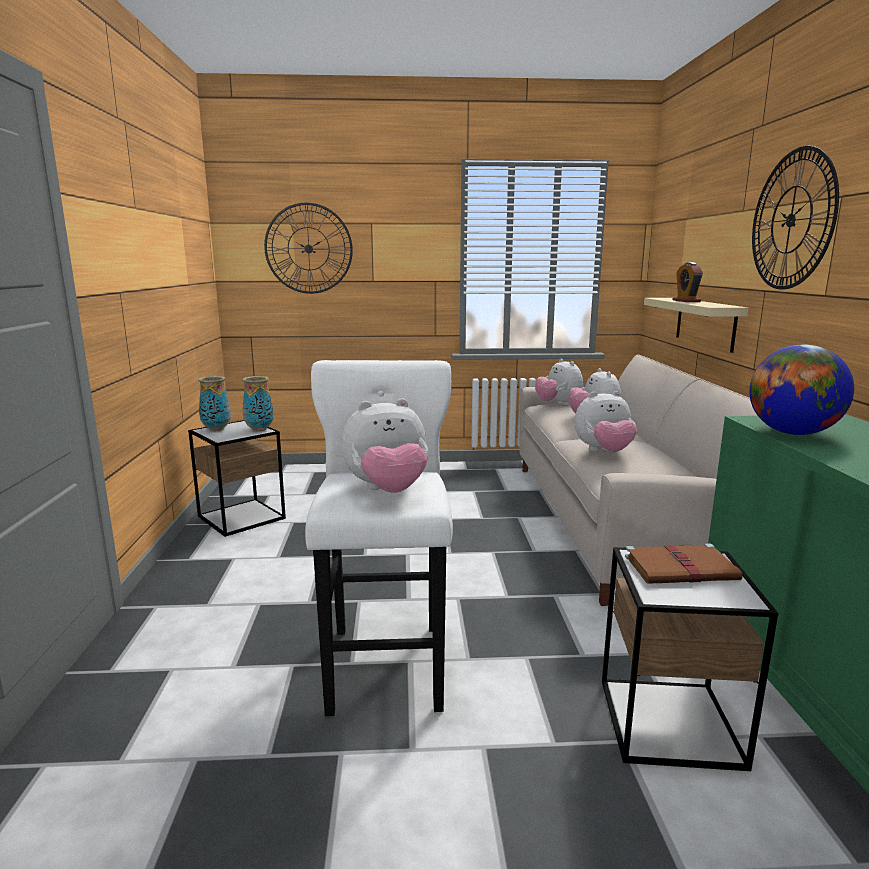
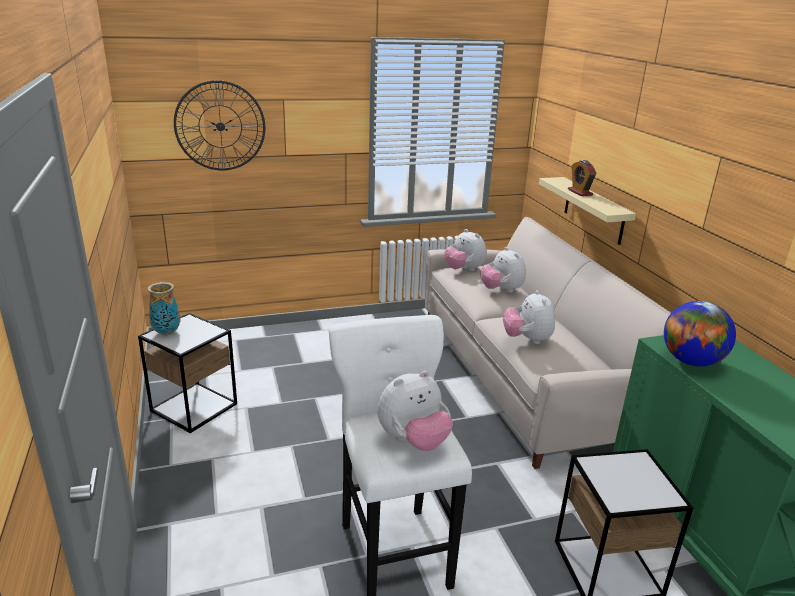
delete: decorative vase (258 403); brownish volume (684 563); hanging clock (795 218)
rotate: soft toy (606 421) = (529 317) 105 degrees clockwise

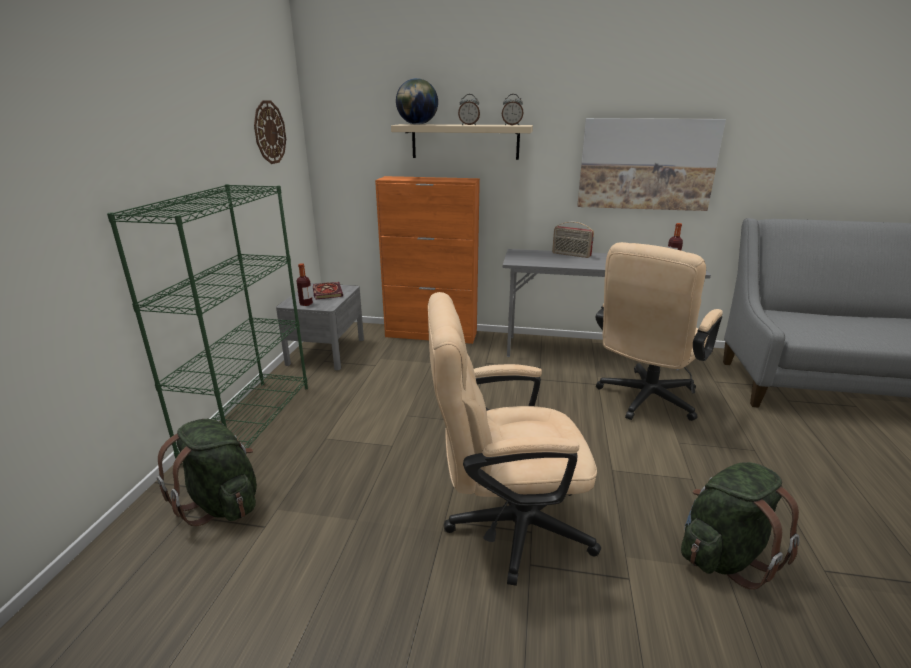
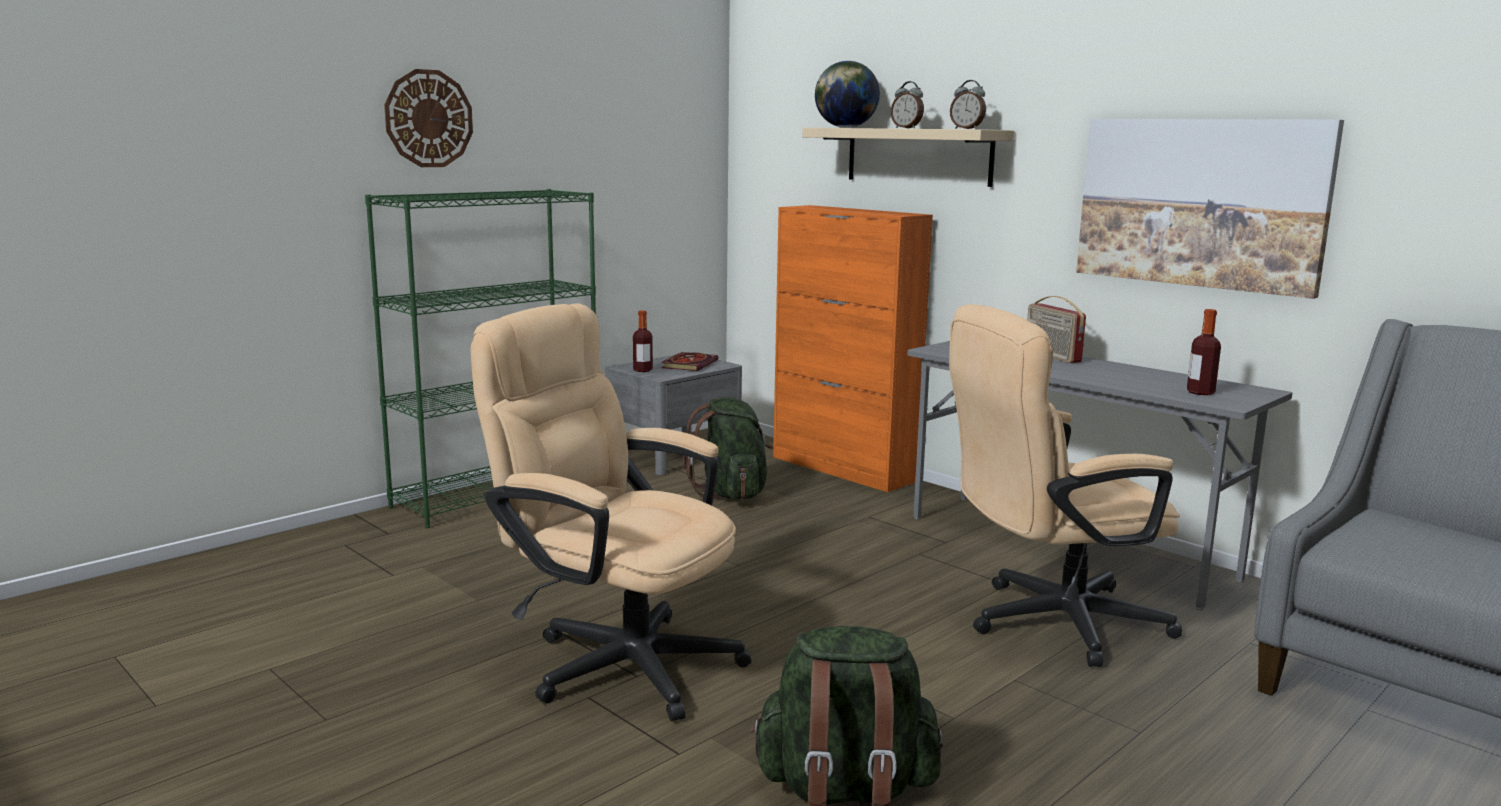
move: hanging clock (270 132) to (428 118); green-coloured knapsack (207 473) to (728 449)

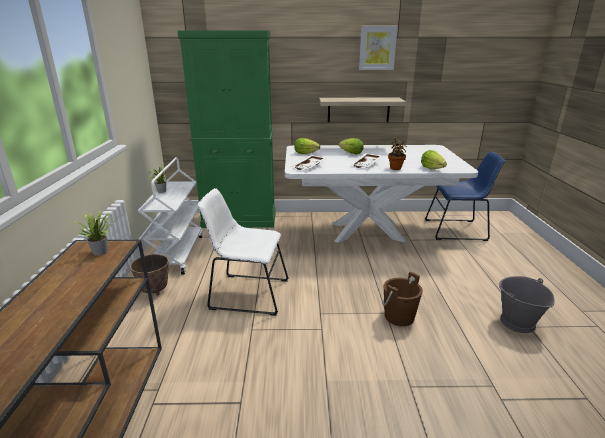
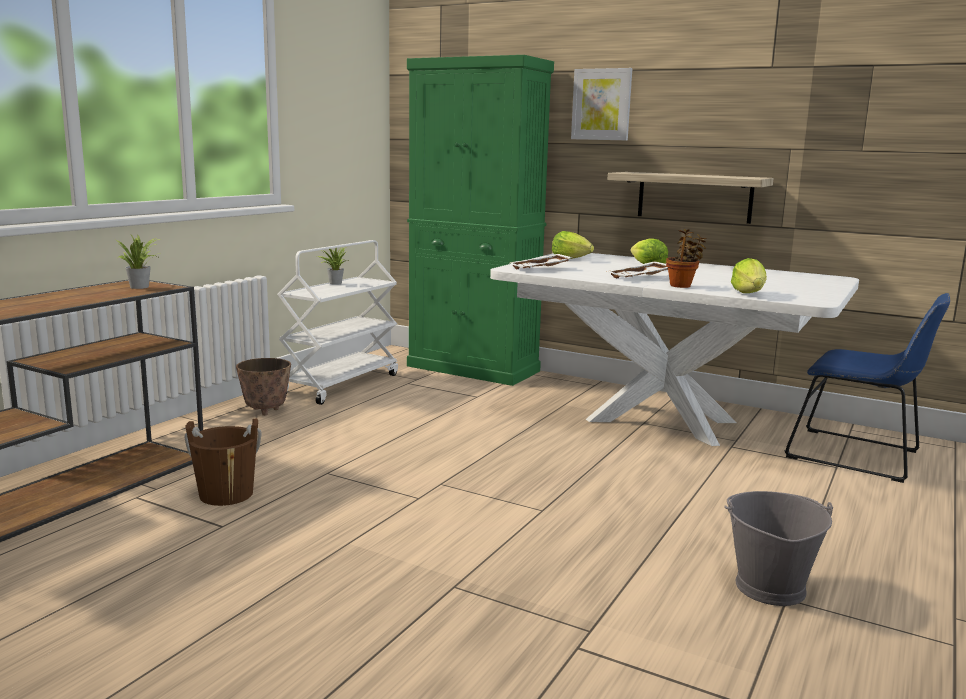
delete: whitish chair (243 252)
move: brownish pail (402 299) to (223 462); wall art (378 48) to (601 104)

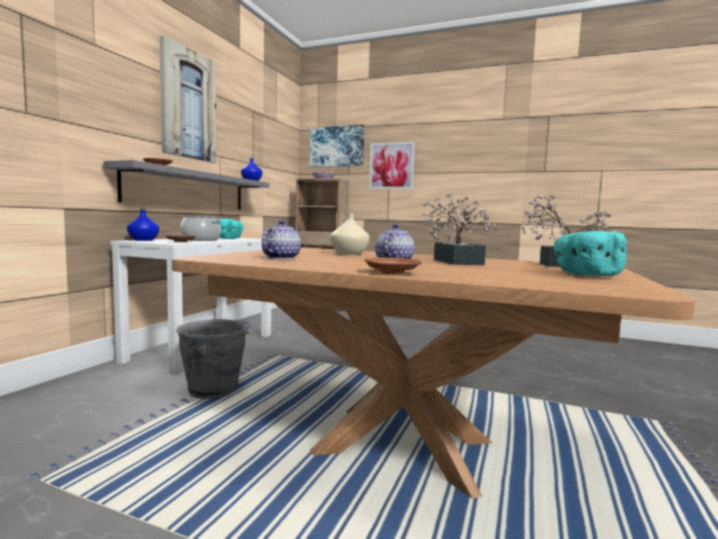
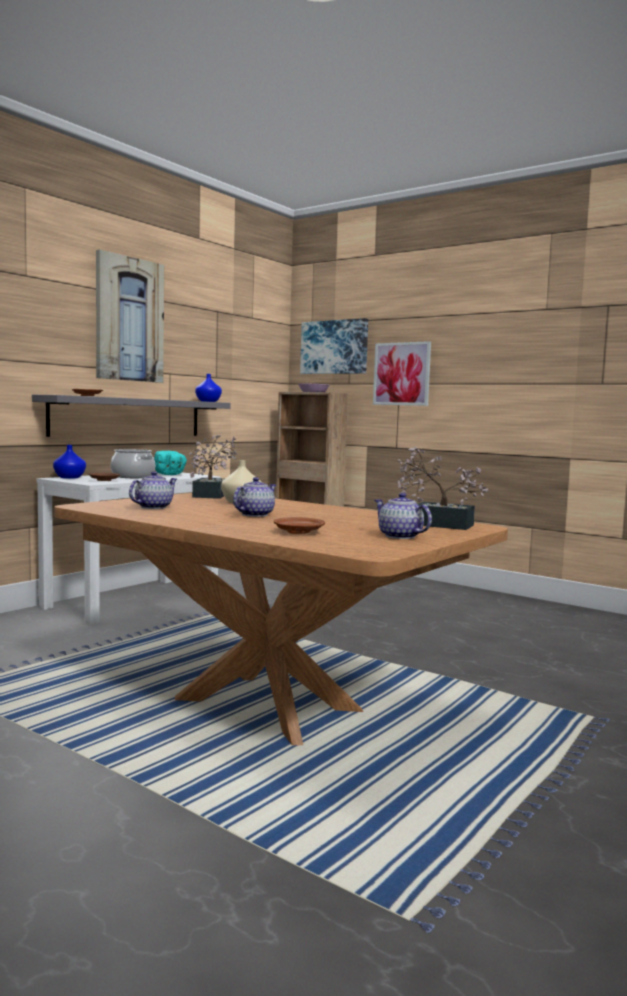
delete: greyish pail (213 359)
move: plant in a pot (460 229) to (213 466); brownish dinner plate (393 265) to (299 525)
replace: turquoise-coloured deep dish (590 253) to pot for tea (403 516)

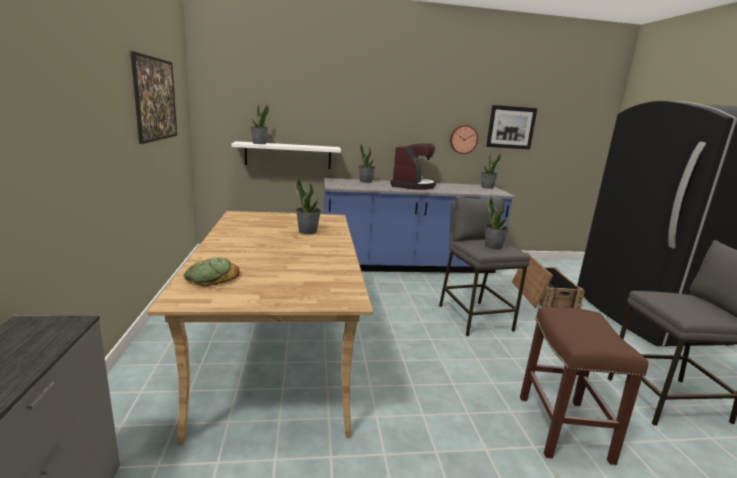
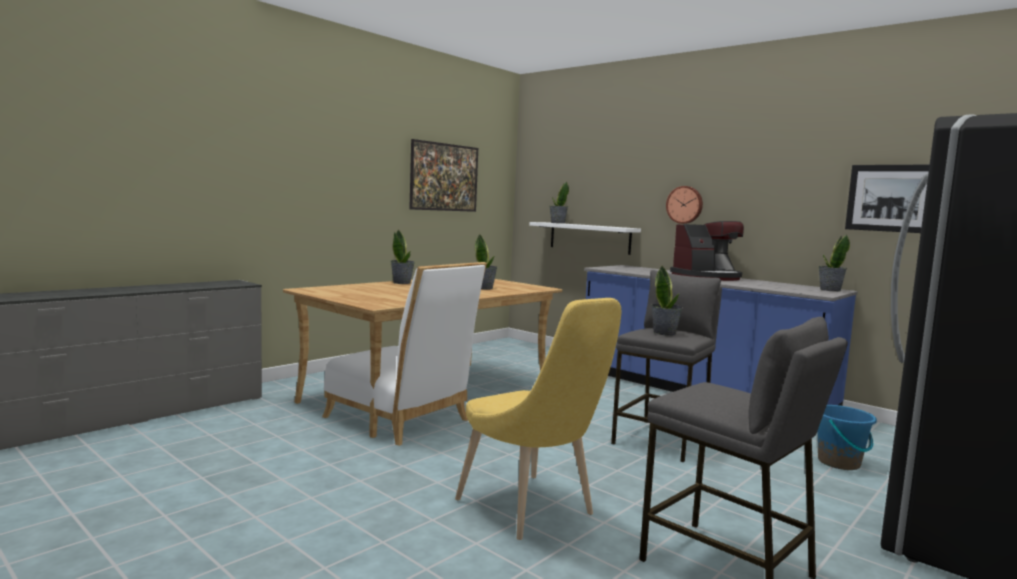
delete: bakery bread (212 272)
insert: whitish chair (404 354)
move: plant in a pot (367 163) to (402 257); hanging clock (464 139) to (684 205)
replace: brownish stool (584 386) to yellow chair (538 419); crate (548 281) to blue-coloured pail (847 437)

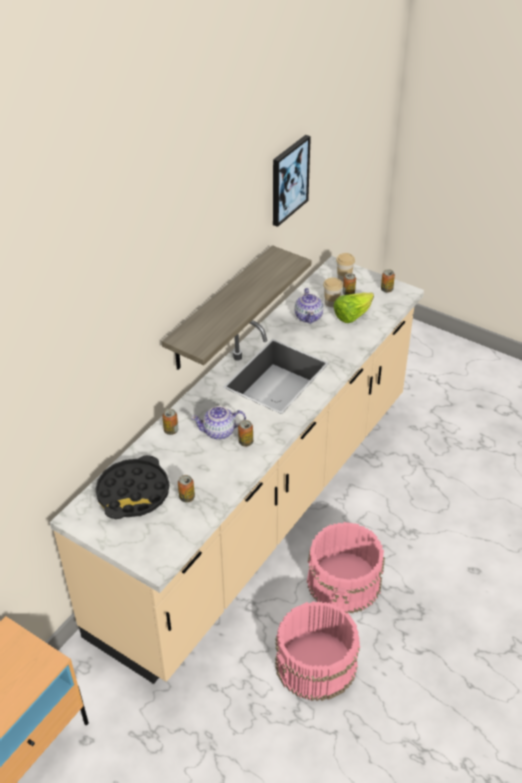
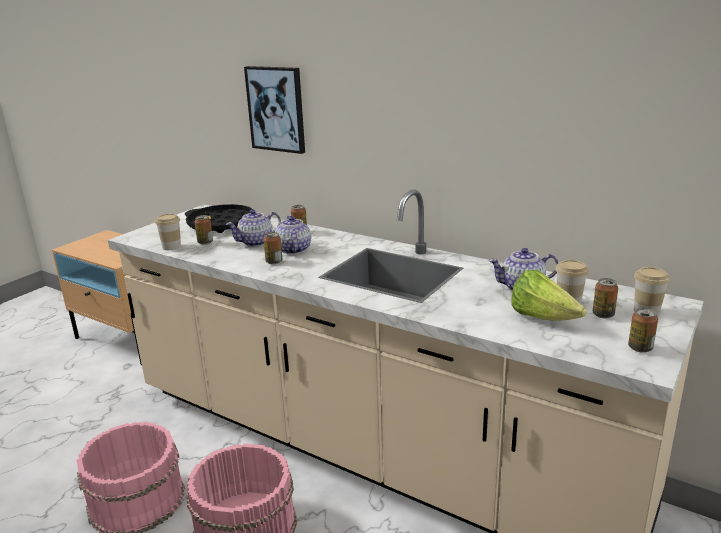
delete: wall shelf (237 307)
insert: small cup (168 232); pot for tea (253 228)
move: wall art (292 181) to (274 110)

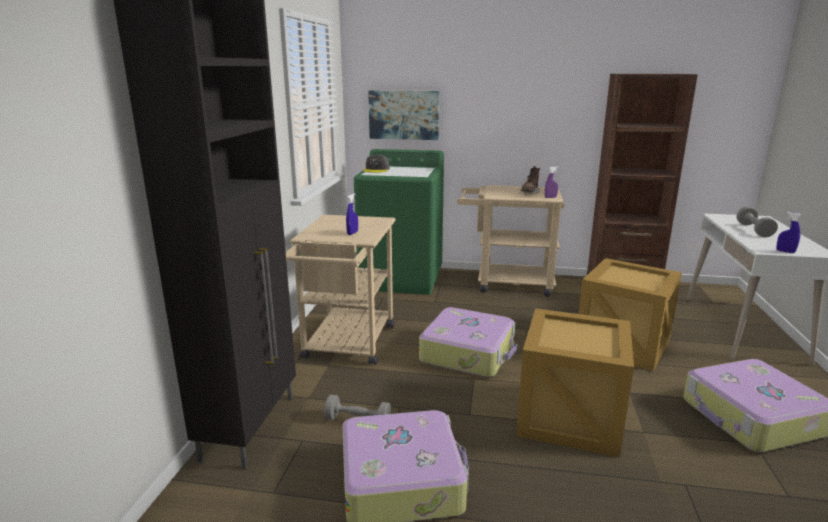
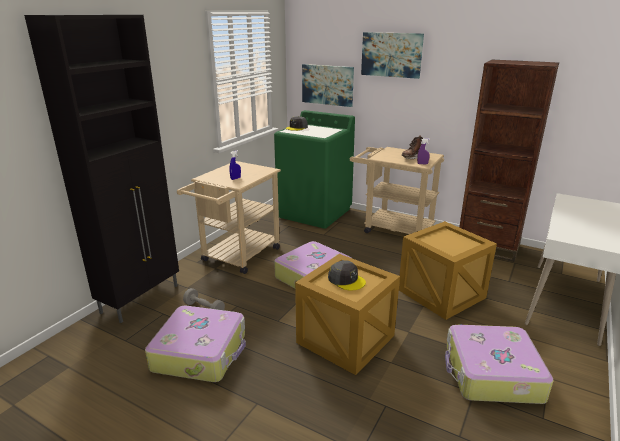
delete: greyish dumbbell (757 222); blue-coloured hand sprayer (788 232)
insert: greyish peaked cap (347 275); wall art (392 55)

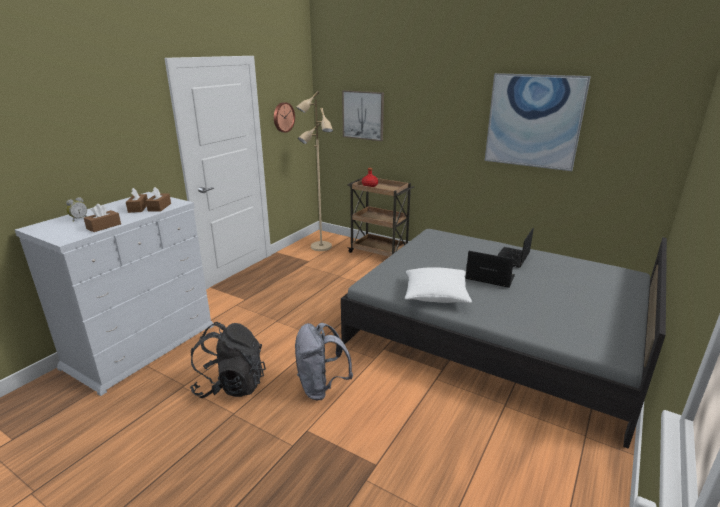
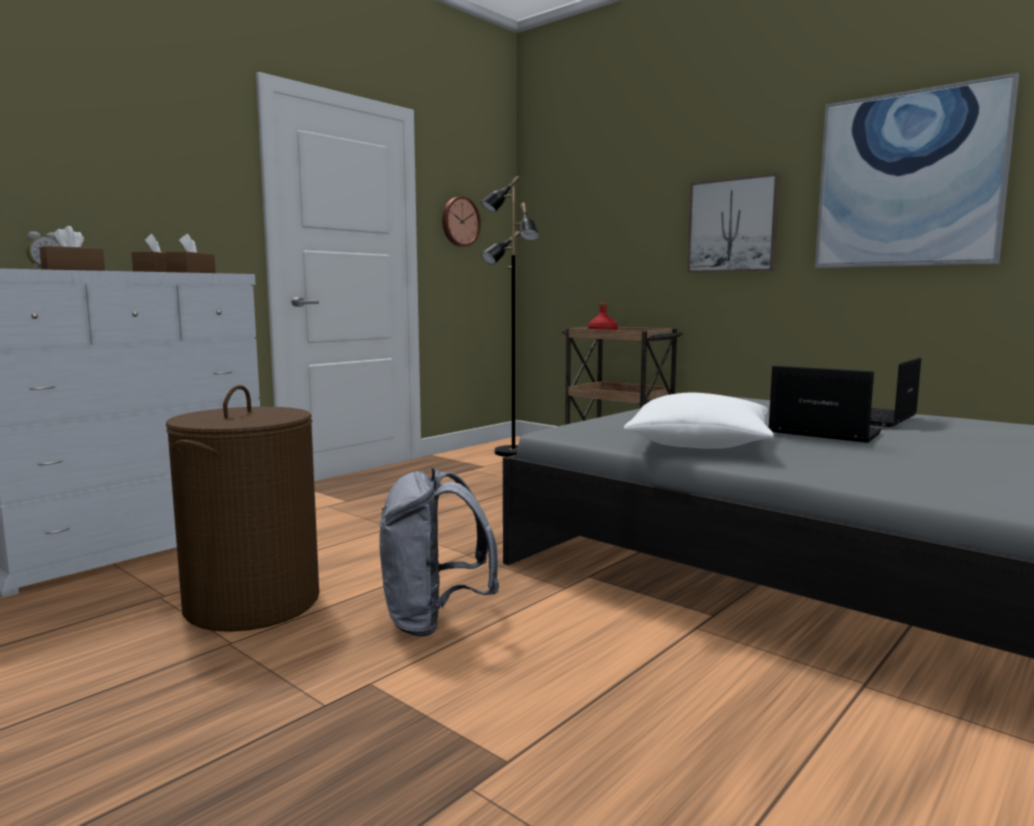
move: wall art (363 115) to (733 223)
replace: black-coloured knapsack (228 360) to brownish washing basket (242 508)
recolor: sand-coloured standard lamp (314 171) to black-coloured standard lamp (510 316)

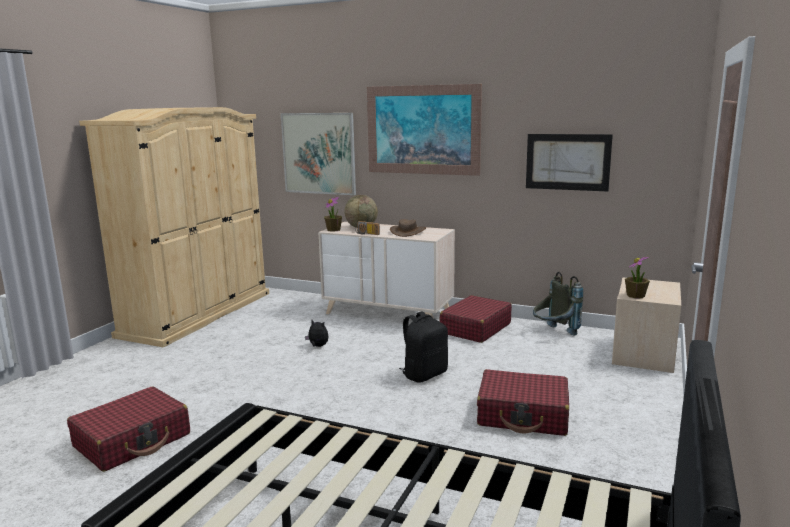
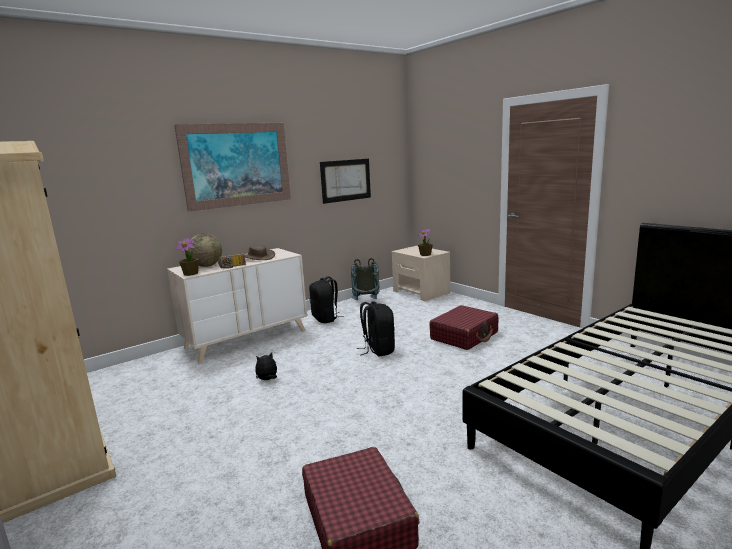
delete: wall art (318 154)
replace: reddish suitcase (476 319) to black-coloured knapsack (326 299)

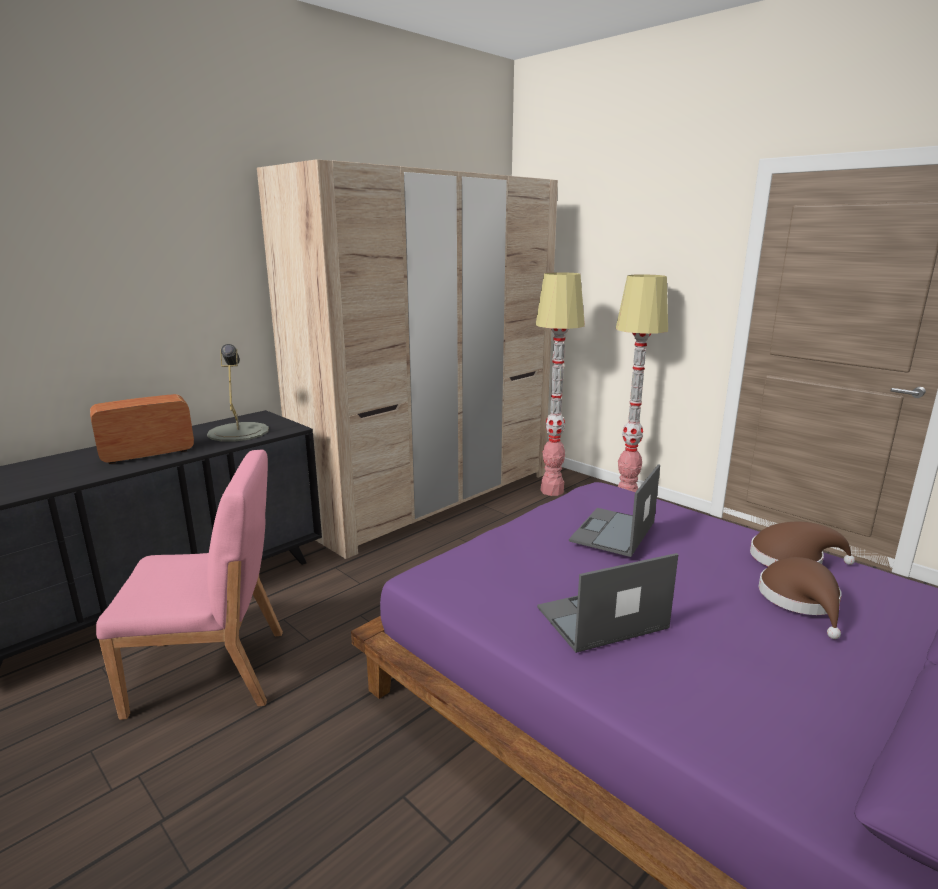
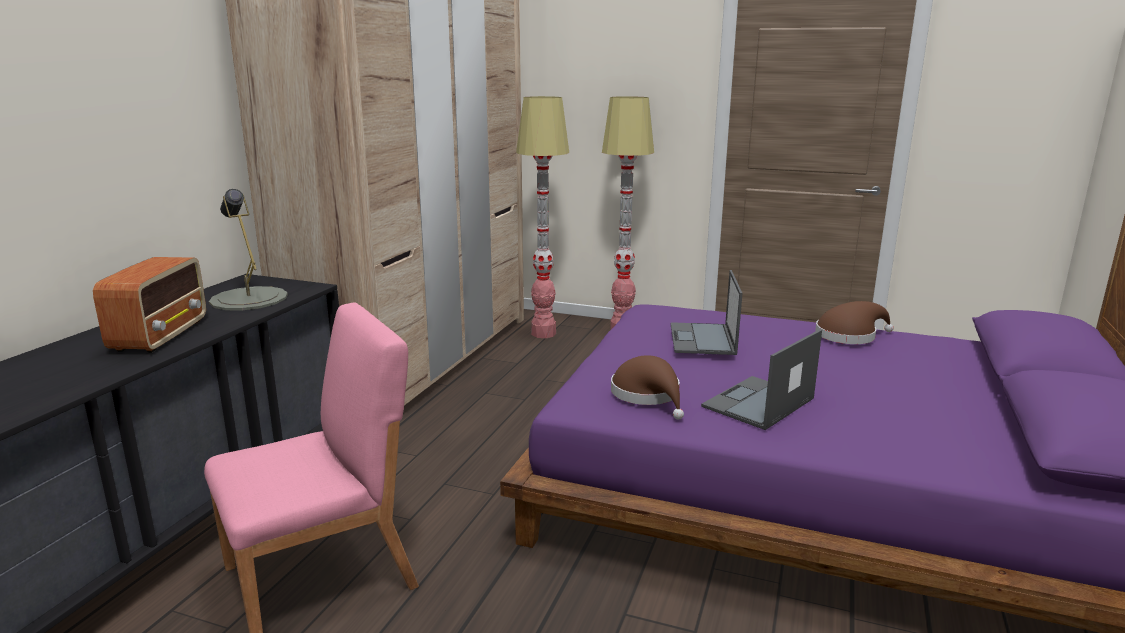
move: brownish hat (800 598) to (647 387)
rotate: radio set (142 429) = (149 305) 150 degrees clockwise

